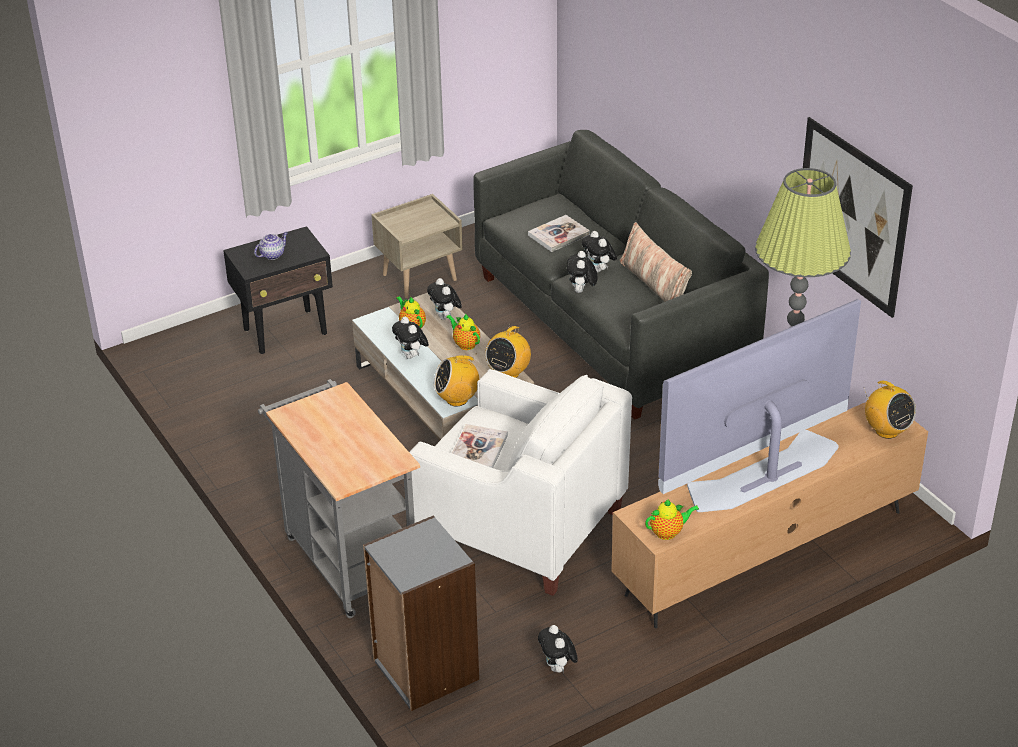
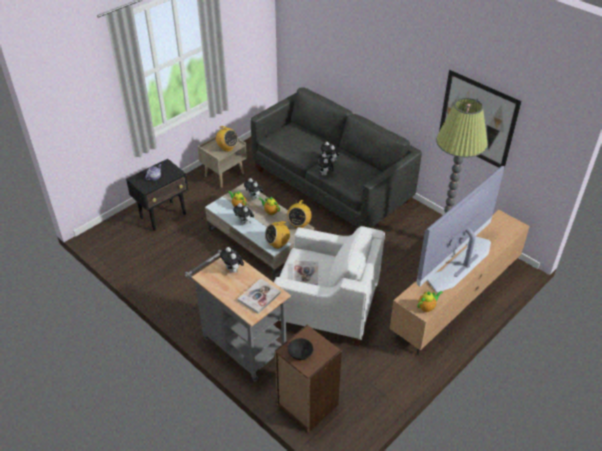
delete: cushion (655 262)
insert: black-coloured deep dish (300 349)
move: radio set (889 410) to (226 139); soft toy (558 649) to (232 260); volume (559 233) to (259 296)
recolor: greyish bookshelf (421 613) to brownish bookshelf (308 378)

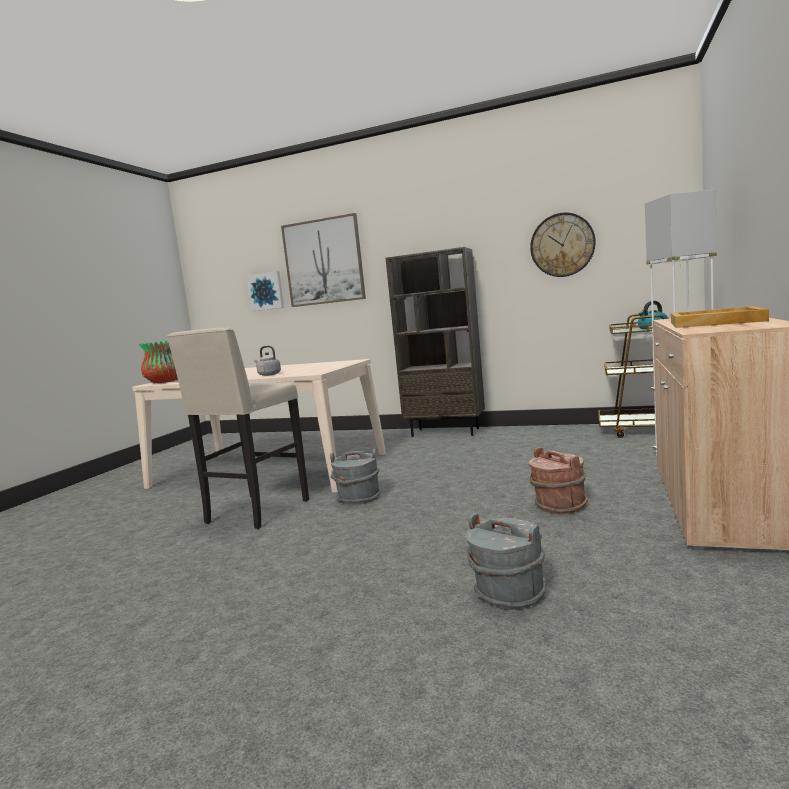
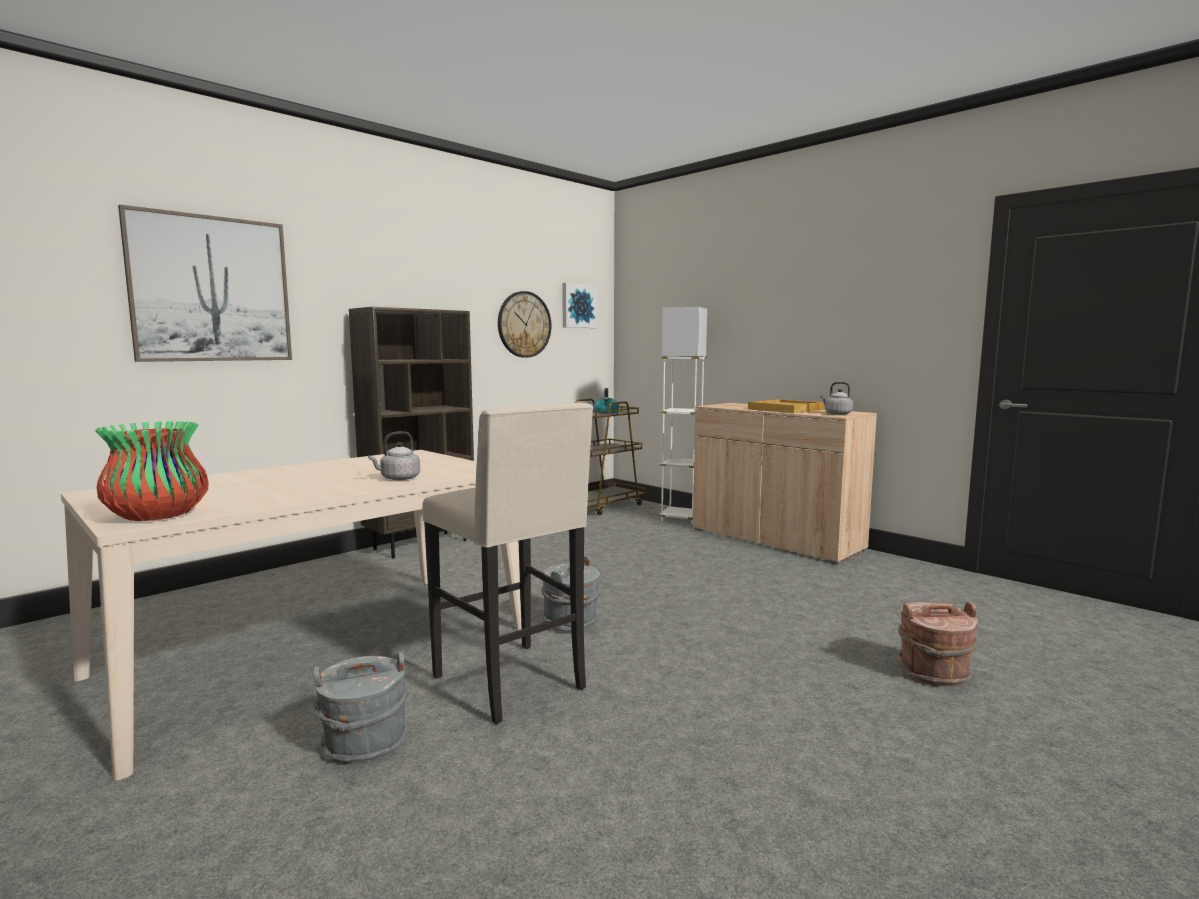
insert: greyish kettle (836 398)
move: greyish pail (506 561) to (360 708); wall art (265 291) to (579 305); brownish pail (558 480) to (937 644)

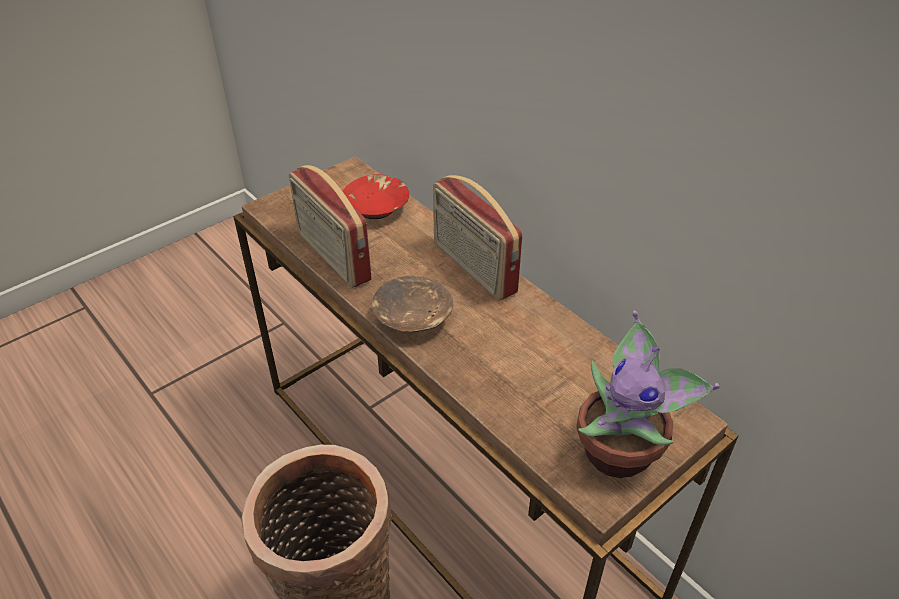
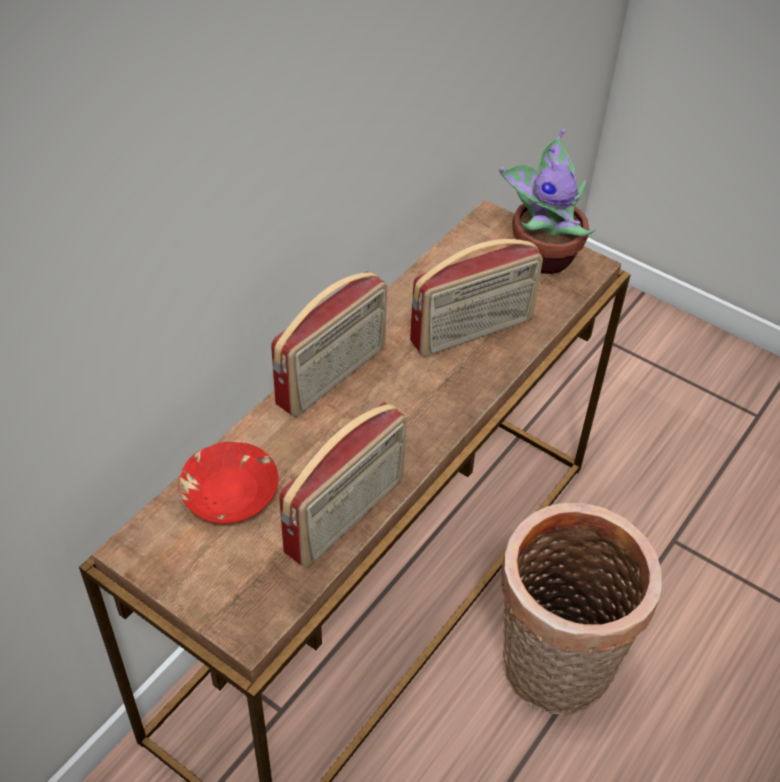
delete: brownish deep dish (412 304)
insert: radio set (476 298)

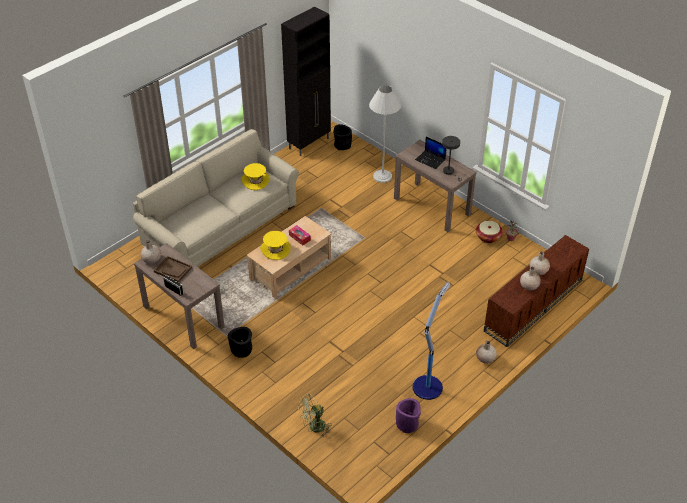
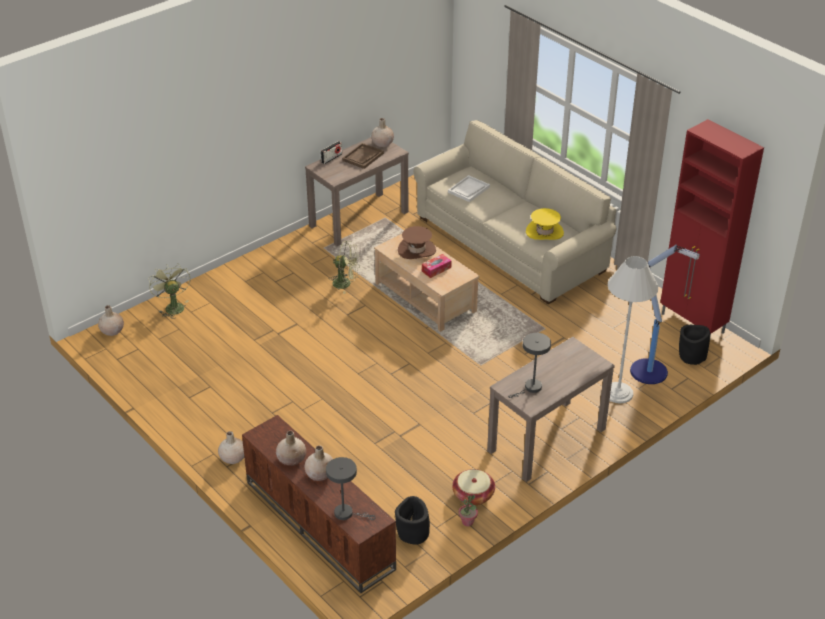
delete: purplish planter (408 415); notebook computer (431 153)
insert: sand-coloured decorative vase (111 320); greyish lamp for a table (351 488); green-coloured fan (345 267); whitish serving tray (469 188)
move: black-coloured planter (240 342) to (412 520); standard lamp (431 341) to (665 314)
recolor: yellow hat (275 245) to brownish hat (417 242); black-coloured cupboard (306 81) to reddish cupboard (712 227)

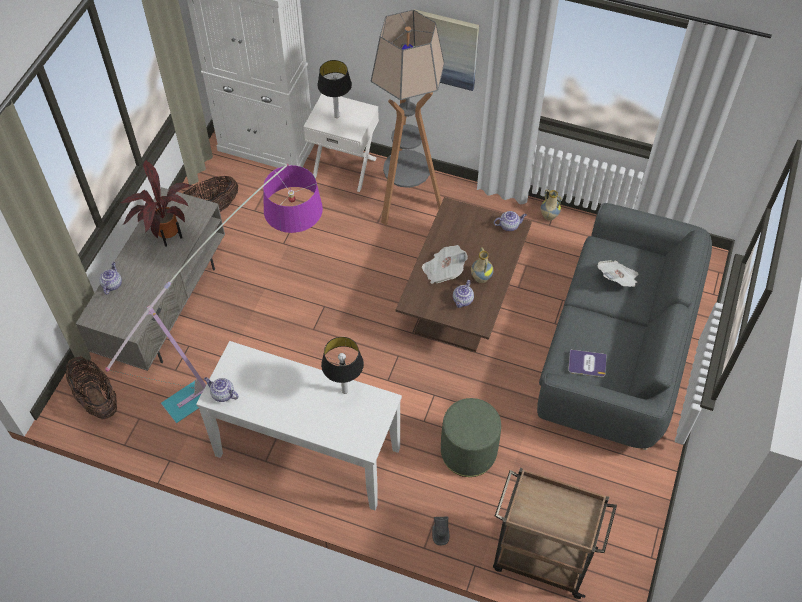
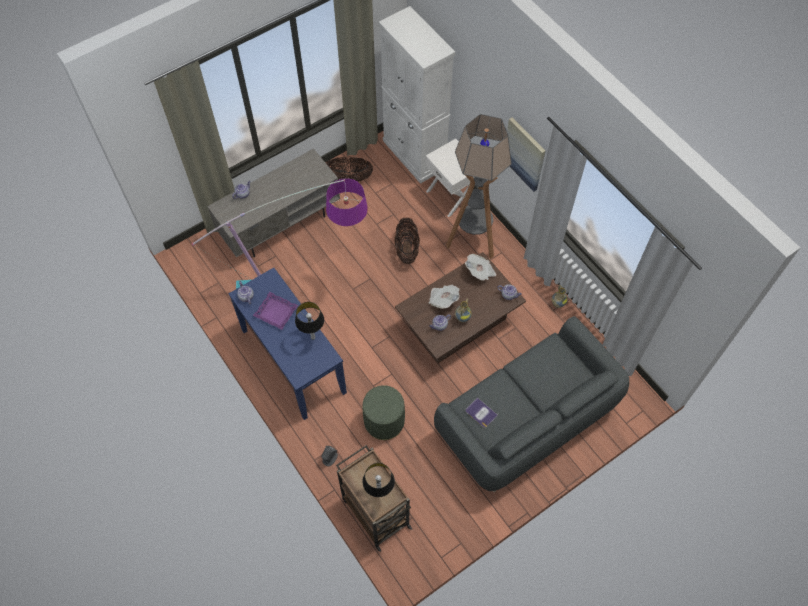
delete: plant in a pot (156 203)
insert: purplish serving tray (275 311)
move: lamp for a table (334 89) to (378 480); storage basket (91 388) to (407 241); daily paper (618 273) to (481 267)
recolor: whitish hall table (299 425) to blue-coloured hall table (288 344)

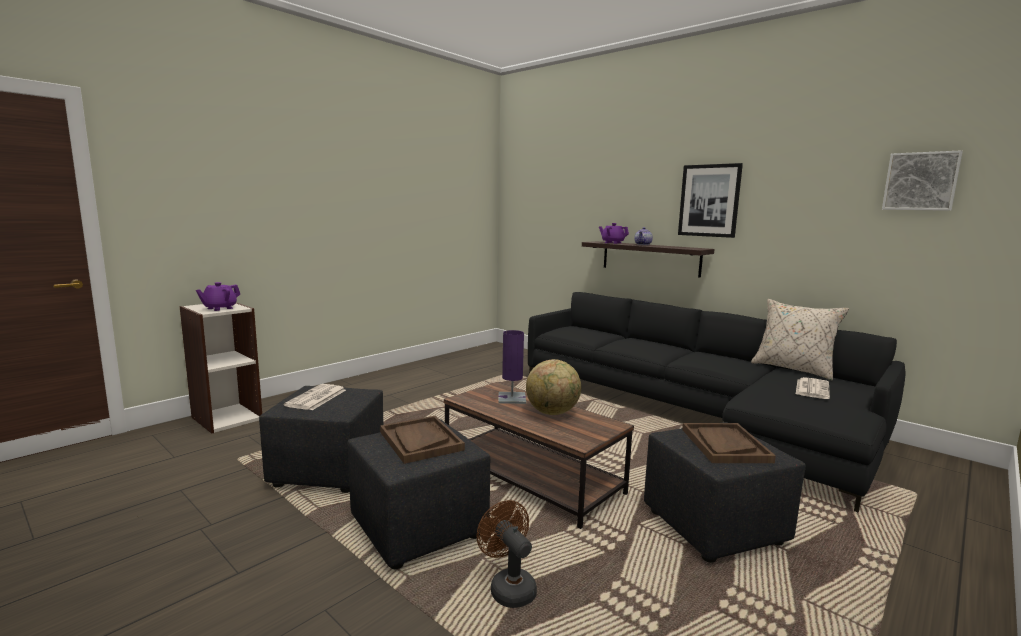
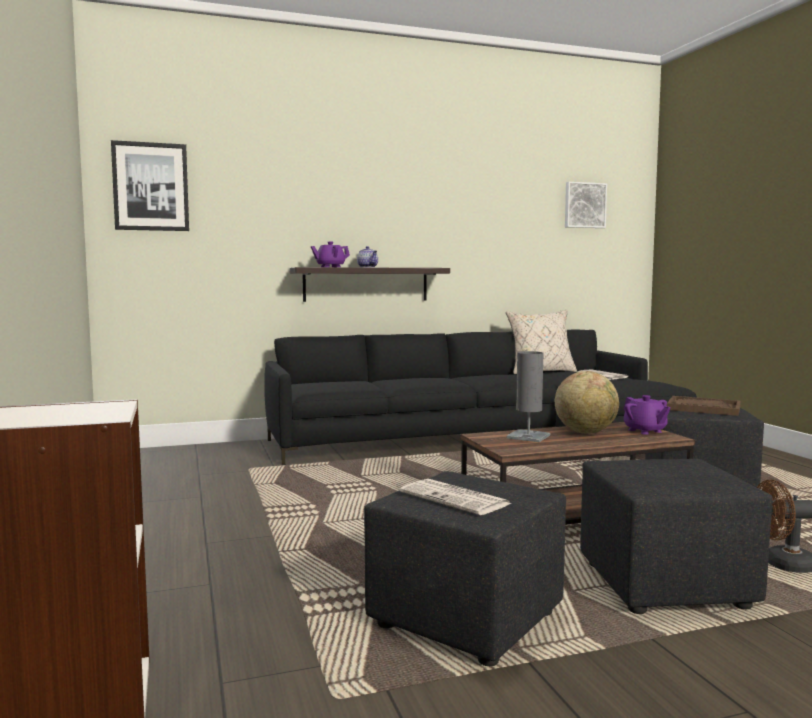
delete: brownish serving tray (422 440)
move: wall art (710 200) to (150 185); purplish pot for tea (218 296) to (647 415)
recolor: purplish lamp for a table (512 367) to greyish lamp for a table (528 396)

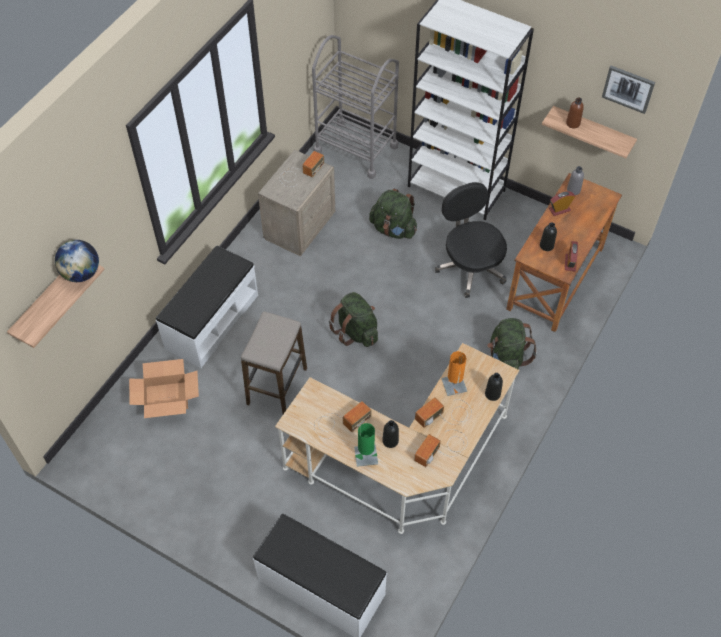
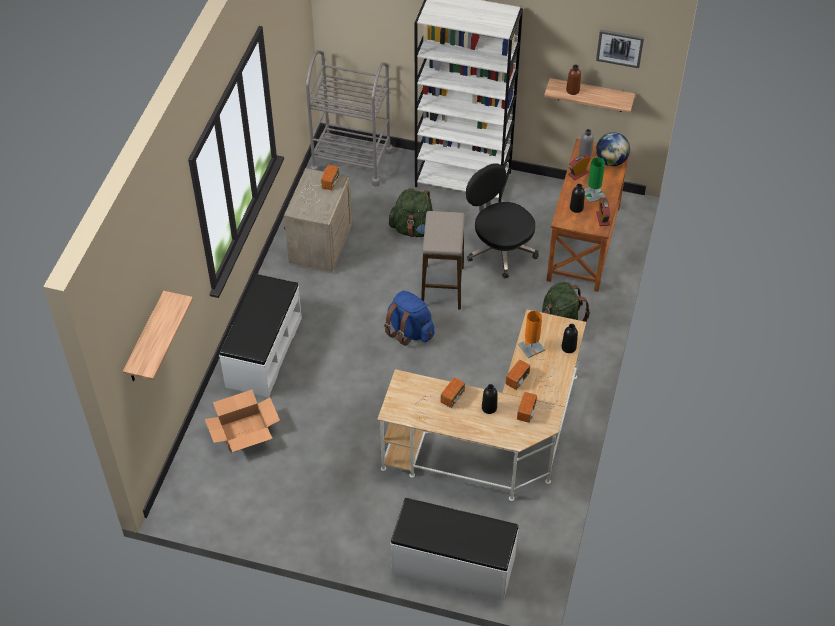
move: stool (274 362) to (443 260); green-coloured lamp for a table (366 445) to (594 180); desk globe (77 261) to (613 149)
recolor: green-coloured knapsack (353 319) to blue-coloured knapsack (409 318)

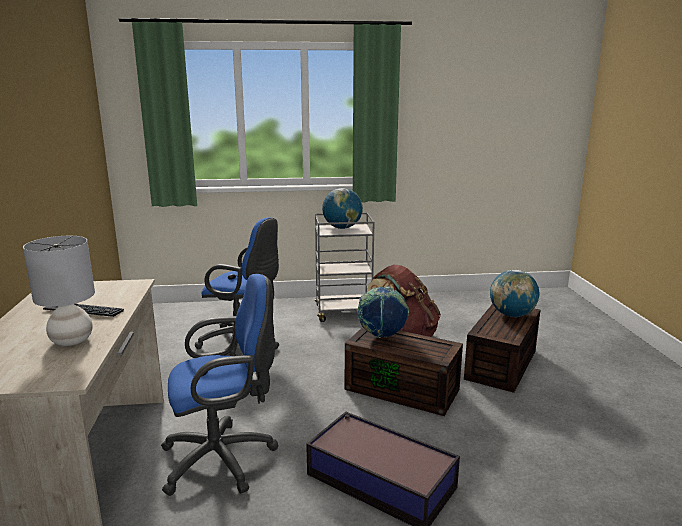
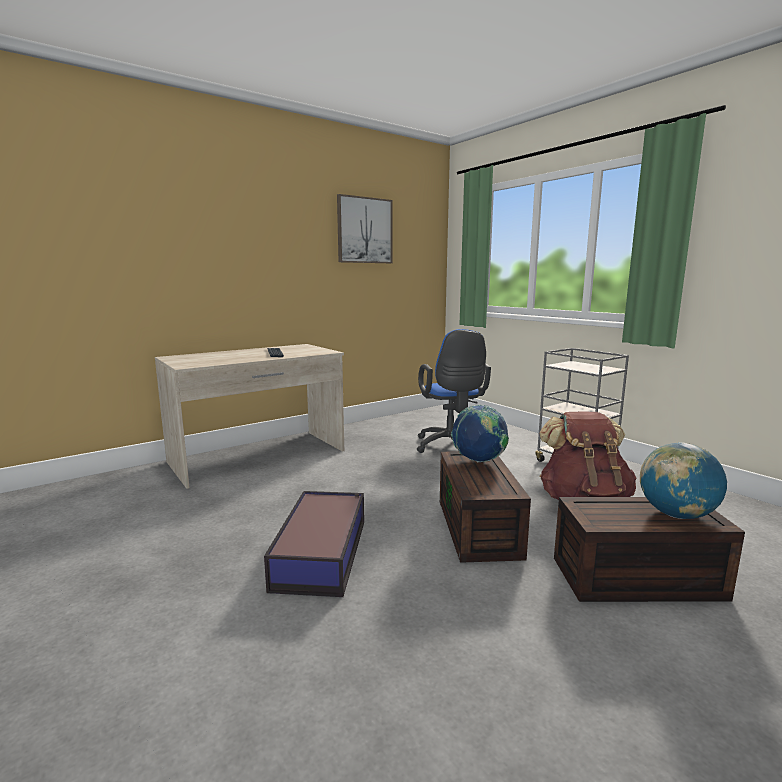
delete: greyish lamp for a table (59 291); blue-coloured office chair (220 385); desk globe (342 208)
insert: wall art (365 228)

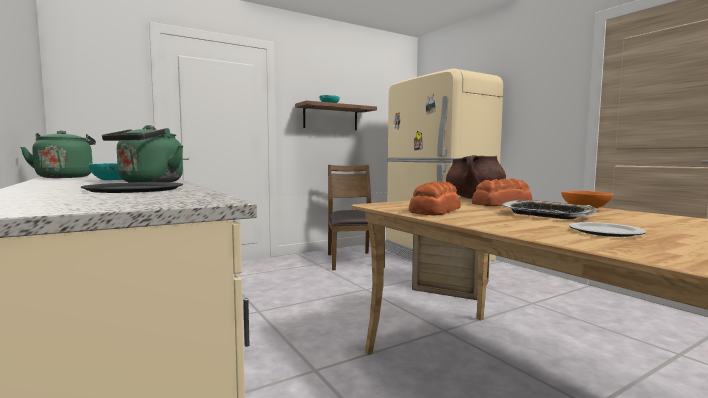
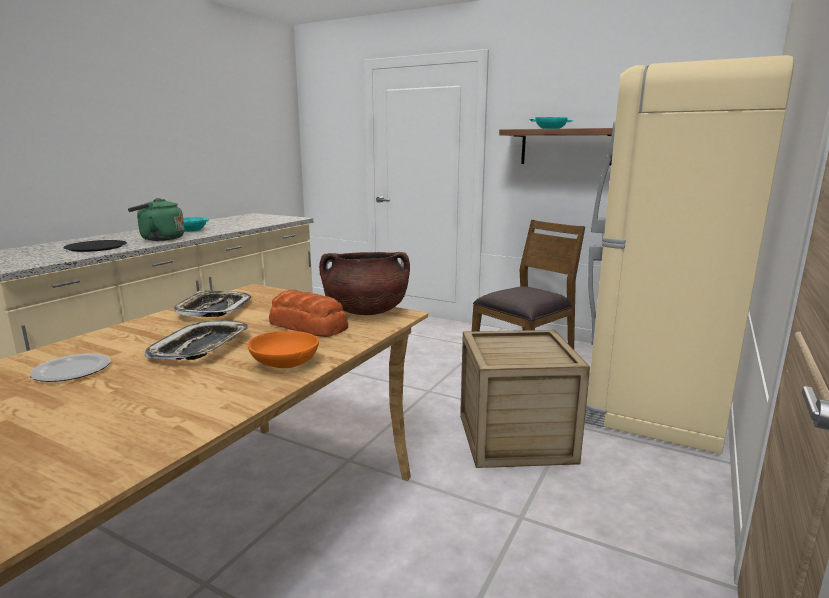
delete: green-coloured kettle (58 154)
replace: bakery bread (435 198) to serving tray (212 304)

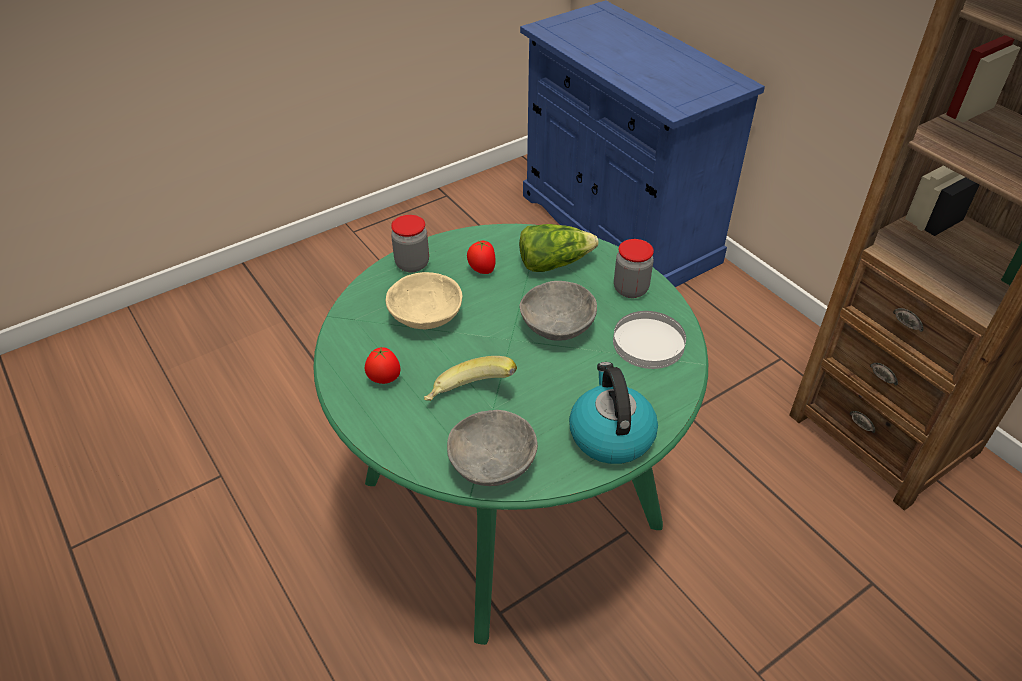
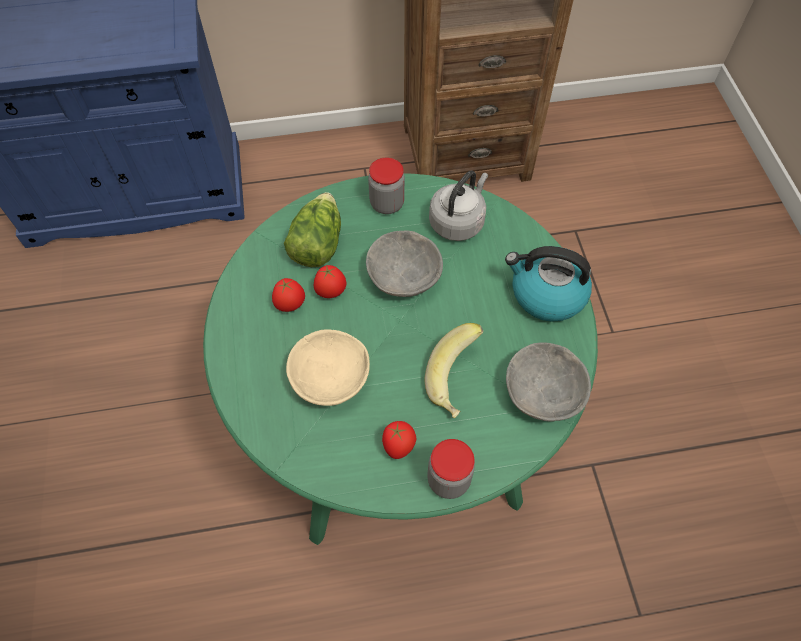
insert: fresh tomato (330 281)
move: preserve jar (410 243) to (451 469)
replace: whitish dinner plate (649 340) to greyish kettle (458 205)

